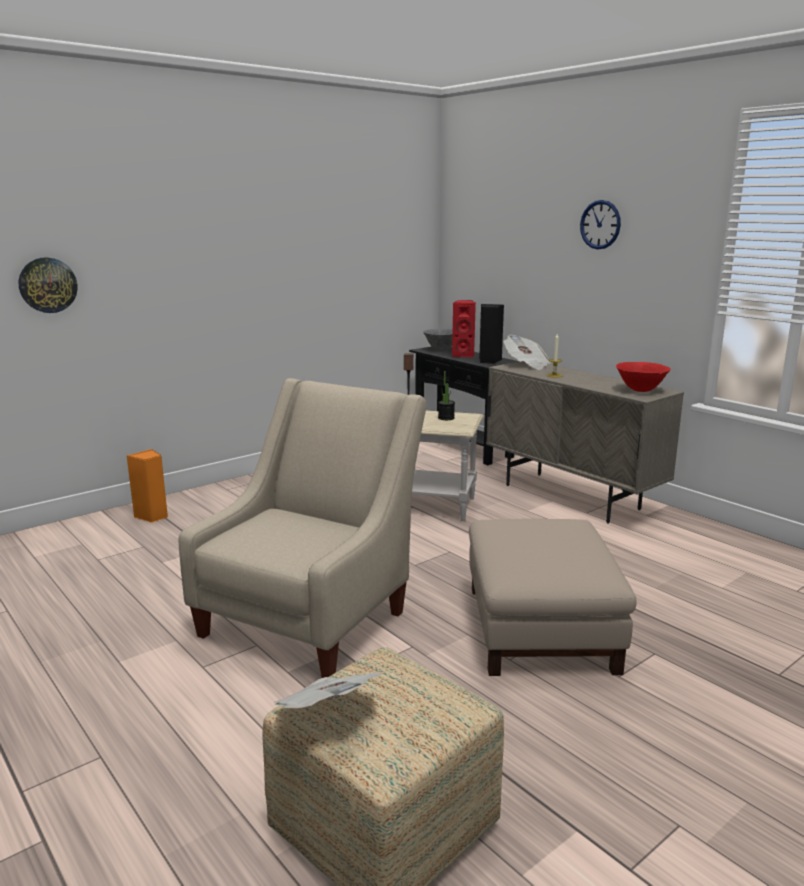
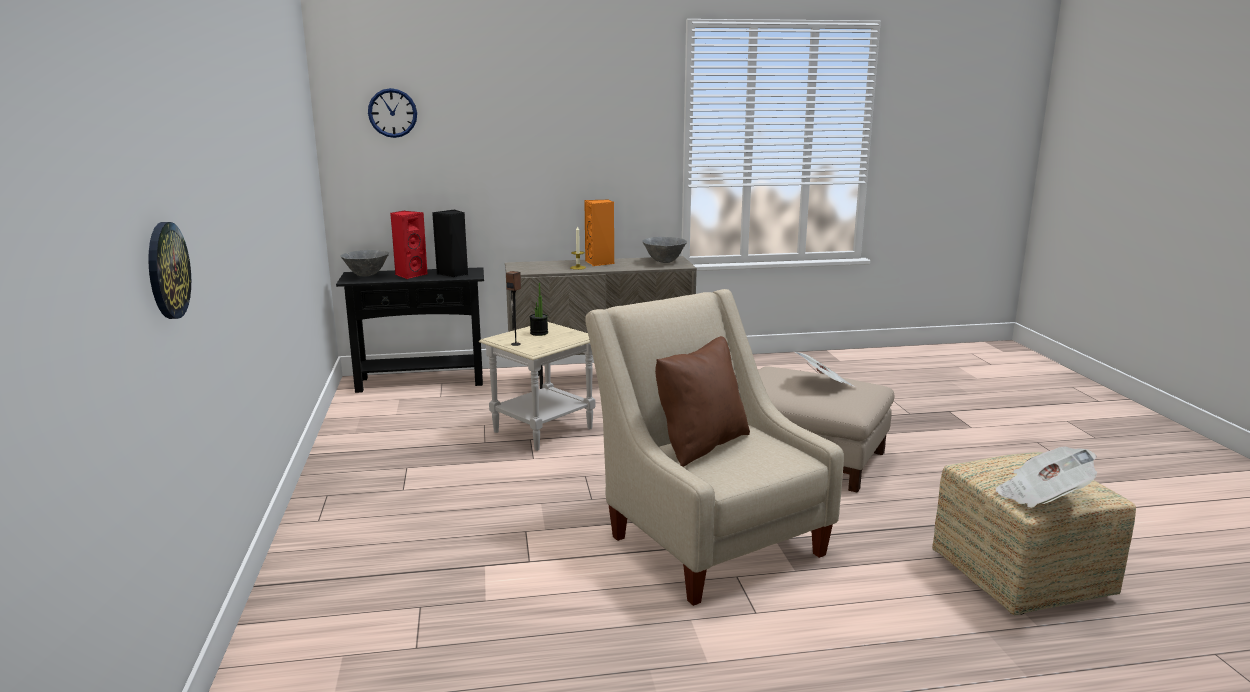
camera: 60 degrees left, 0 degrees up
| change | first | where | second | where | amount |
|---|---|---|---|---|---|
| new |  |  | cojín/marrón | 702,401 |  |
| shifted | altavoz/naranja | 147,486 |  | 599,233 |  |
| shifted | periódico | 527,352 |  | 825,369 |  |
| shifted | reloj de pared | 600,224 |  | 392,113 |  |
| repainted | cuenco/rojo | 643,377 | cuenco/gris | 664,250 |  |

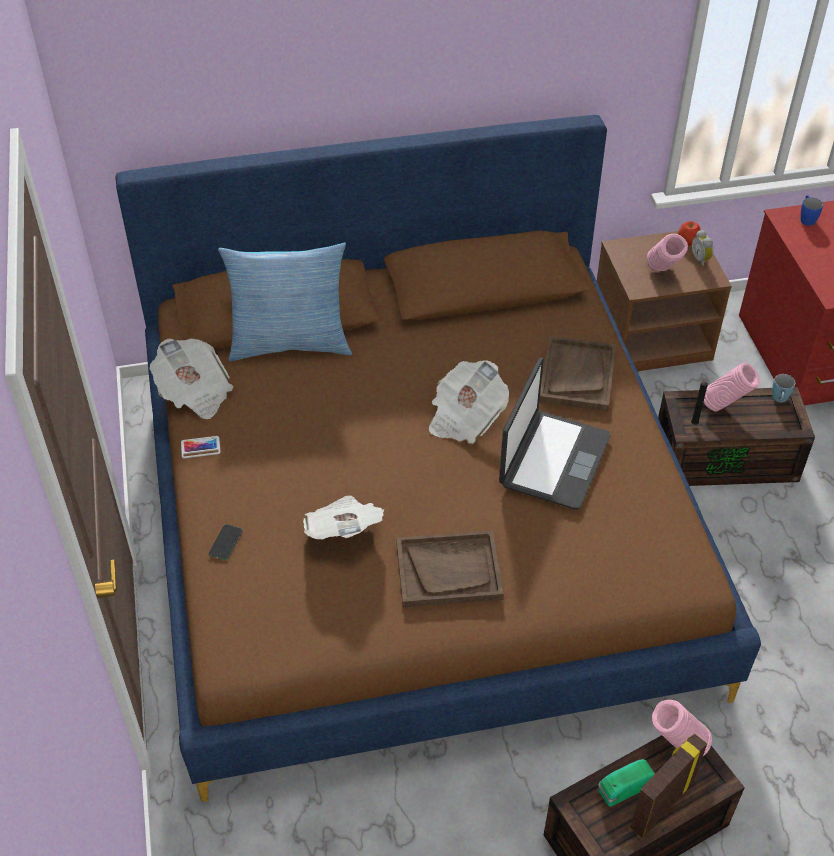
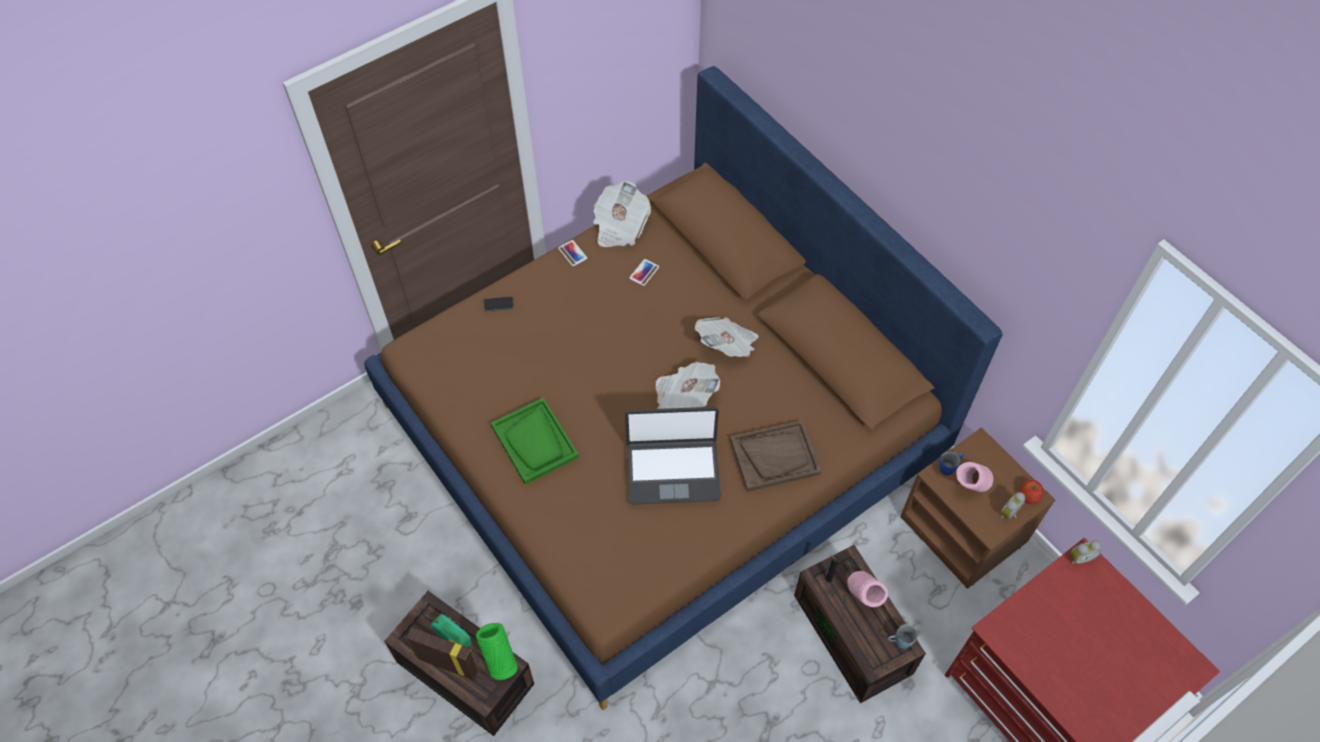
camera: 65 degrees right, 10 degrees up
| change | first | where | second | where | amount |
|---|---|---|---|---|---|
| gone | cojín | 285,302 |  |  |  |
| new |  |  | móvil | 644,272 |  |
| new |  |  | despertador | 1086,552 |  |
| shifted | periódico | 343,517 |  | 727,337 |  |
| shifted | taza grande/azul | 812,210 |  | 951,463 |  |
| repainted | bandeja/marrón | 450,569 | bandeja/verde | 535,441 |  |
| repainted | florero/rosa | 682,728 | florero/verde | 497,651 |  |

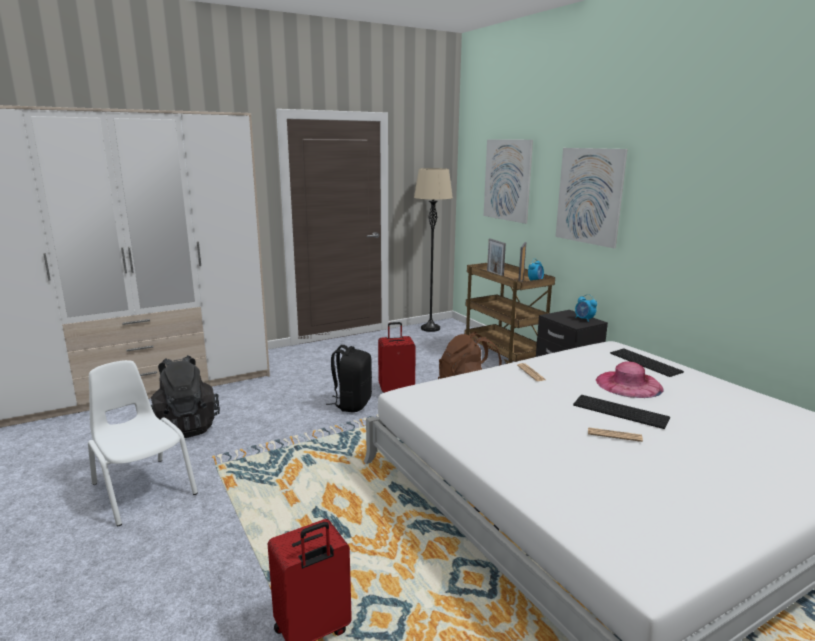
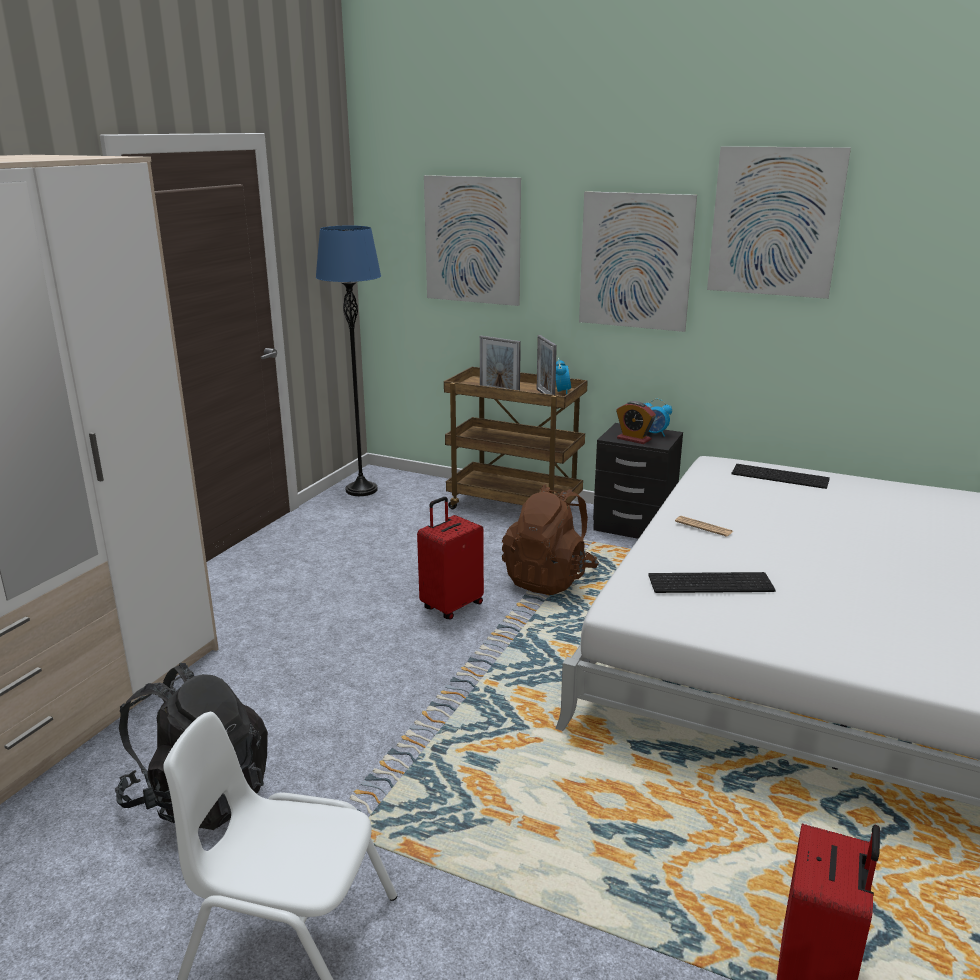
camera: 35 degrees left, 5 degrees up
| change | first | where | second | where | amount |
|---|---|---|---|---|---|
| gone | mochila/negro | 349,378 |  |  |  |
| gone | periódico | 615,434 |  |  |  |
| gone | sombrero/rosa | 630,379 |  |  |  |
| new |  |  | despertador | 636,422 |  |
| new |  |  | cuadro | 779,222 |  |
| shifted | teclado | 621,412 |  | 712,582 |  |
| repainted | lámpara de pie/beis | 433,250 | lámpara de pie/azul | 348,361 |  |

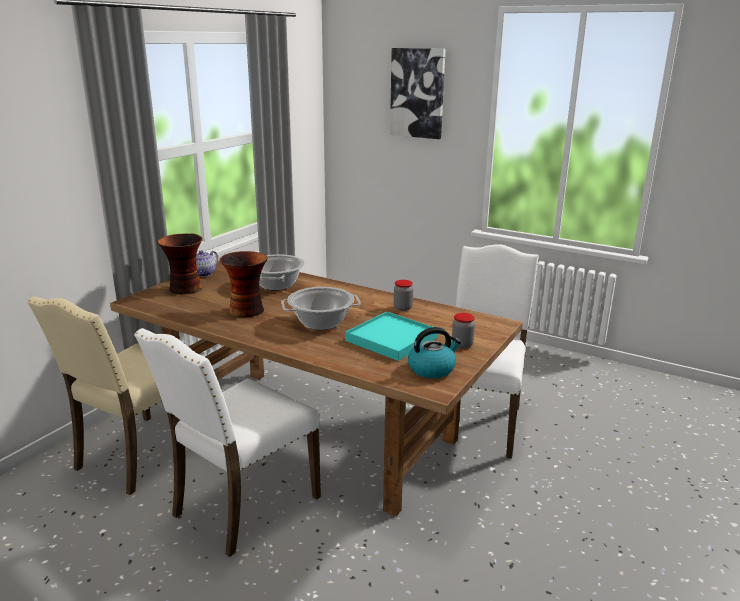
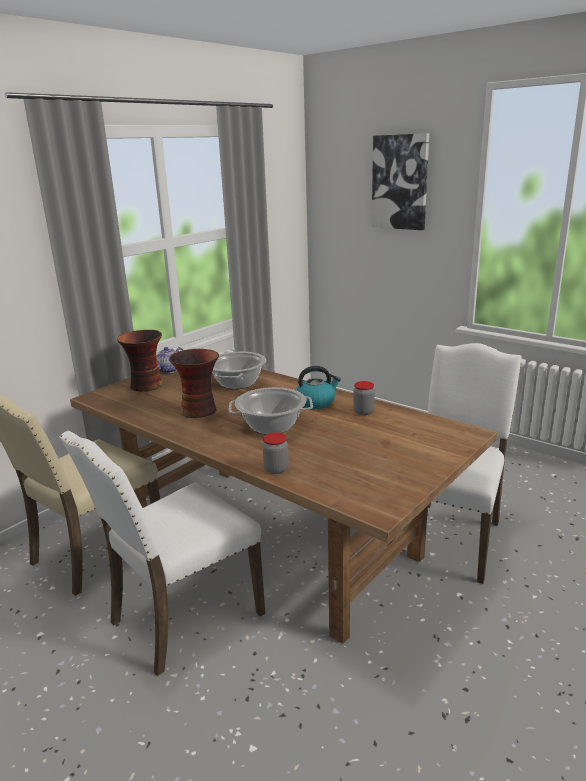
camera: 10 degrees right, 0 degrees up
| change | first | where | second | where | amount |
|---|---|---|---|---|---|
| gone | bandeja/turquesa | 391,336 |  |  |  |
| shifted | hervidor | 434,352 |  | 318,387 |  |
| shifted | tarro | 463,331 |  | 275,453 |  |

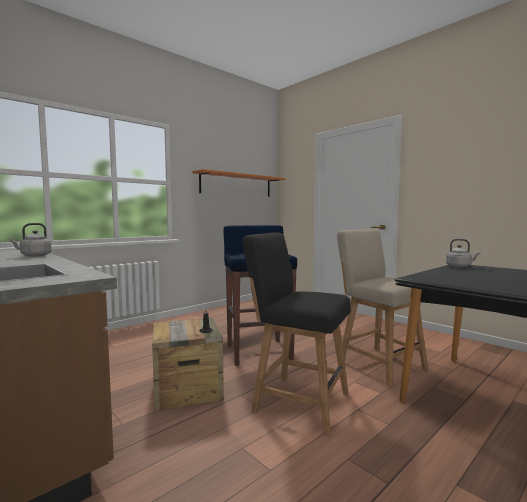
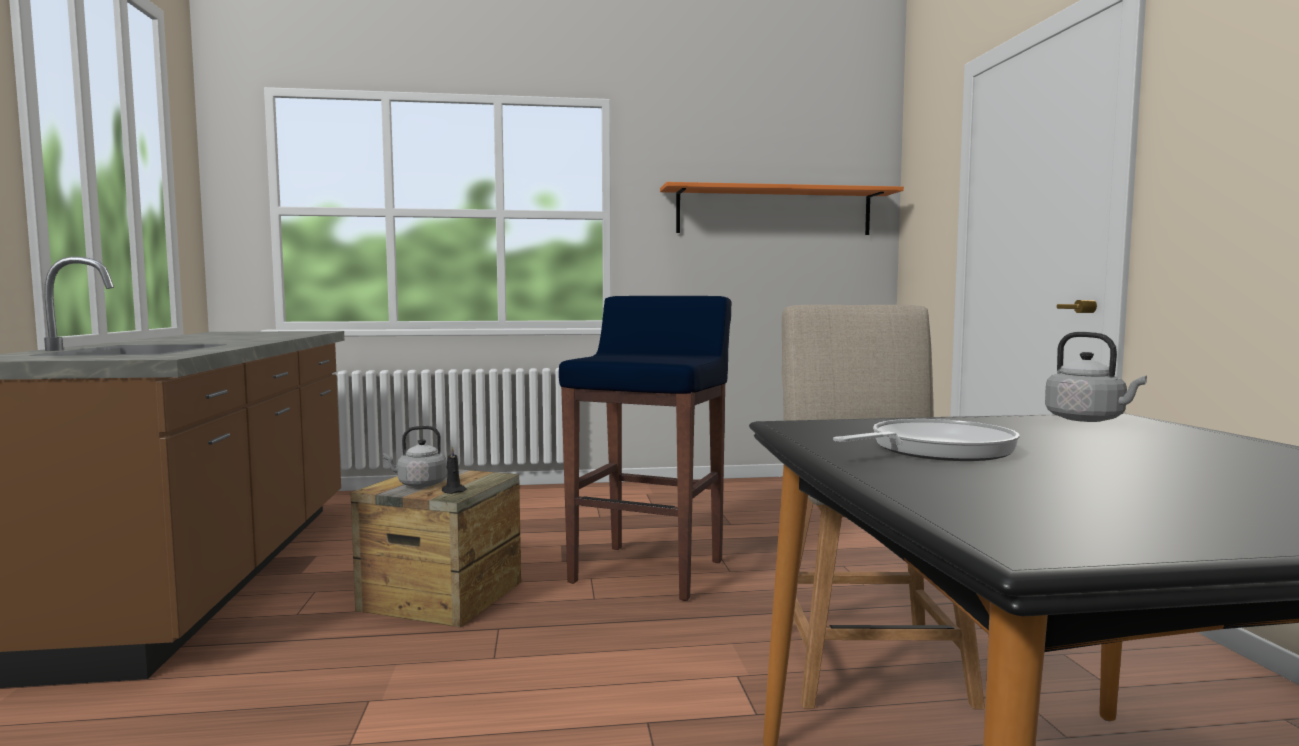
camera: 35 degrees right, 0 degrees up
| change | first | where | second | where | amount |
|---|---|---|---|---|---|
| gone | silla/negro | 297,333 |  |  |  |
| new |  |  | sartén | 926,440 |  |
| shifted | hervidor/gris | 30,240 |  | 415,456 |  |

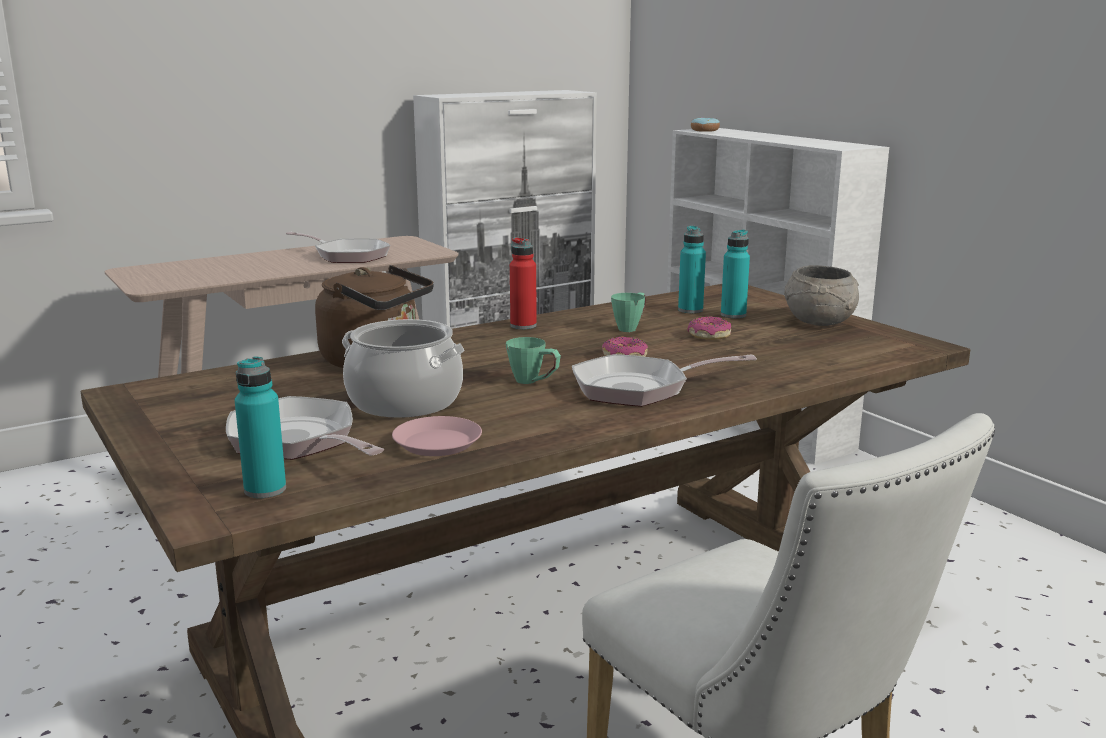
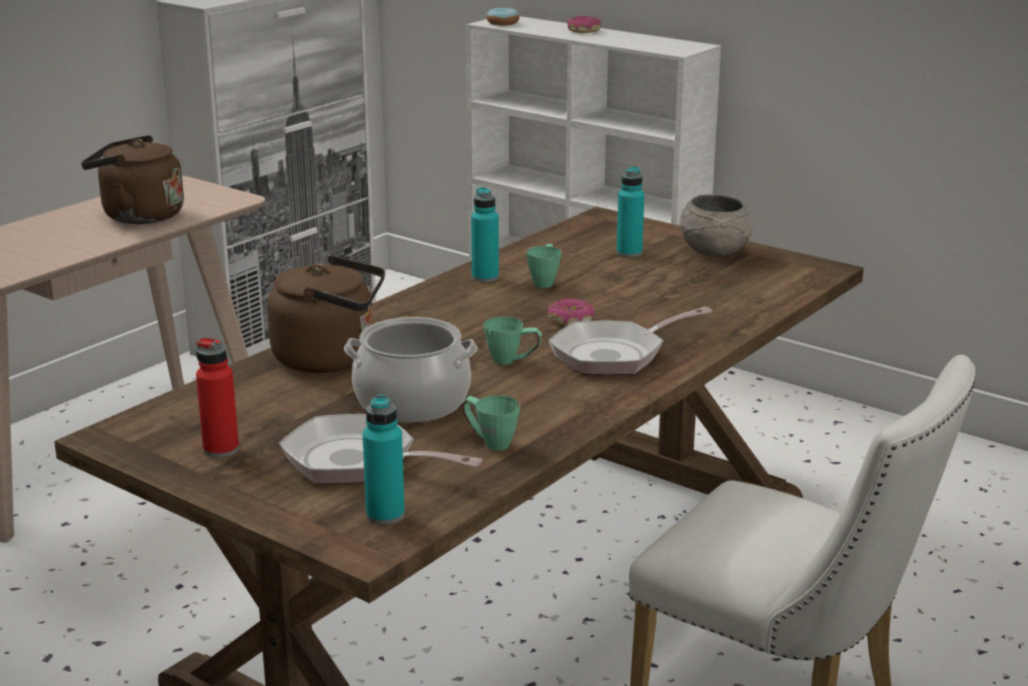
camera: 20 degrees left, 5 degrees up
| change | first | where | second | where | amount |
|---|---|---|---|---|---|
| shifted | botella/rojo | 523,283 |  | 217,397 |  |
| shifted | botella/turquesa | 692,269 |  | 485,234 |  |
| shifted | rosquilla | 709,328 |  | 584,24 |  |
| swapped | sartén | 338,247 | hervidor/marrón | 132,179 |  |
| swapped | plato/rosa | 437,436 | taza grande/verde | 491,423 |  |

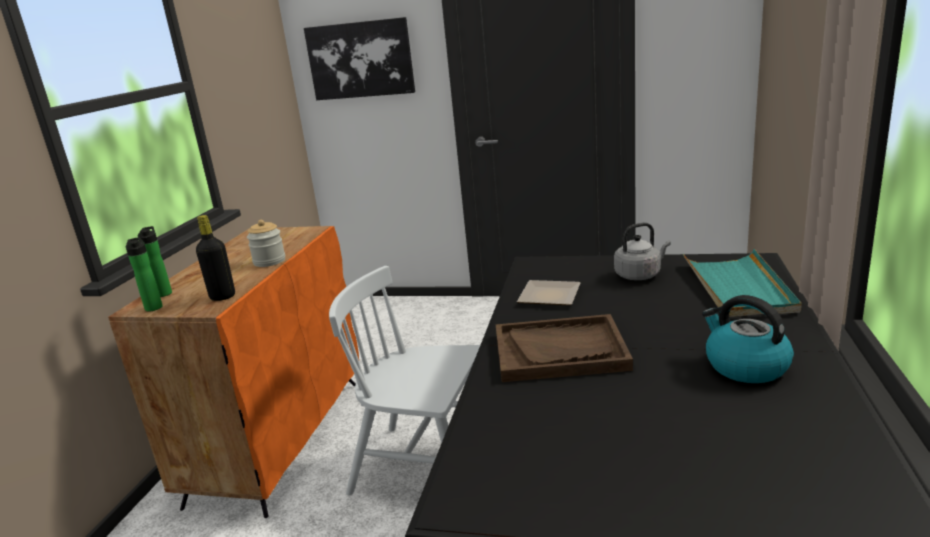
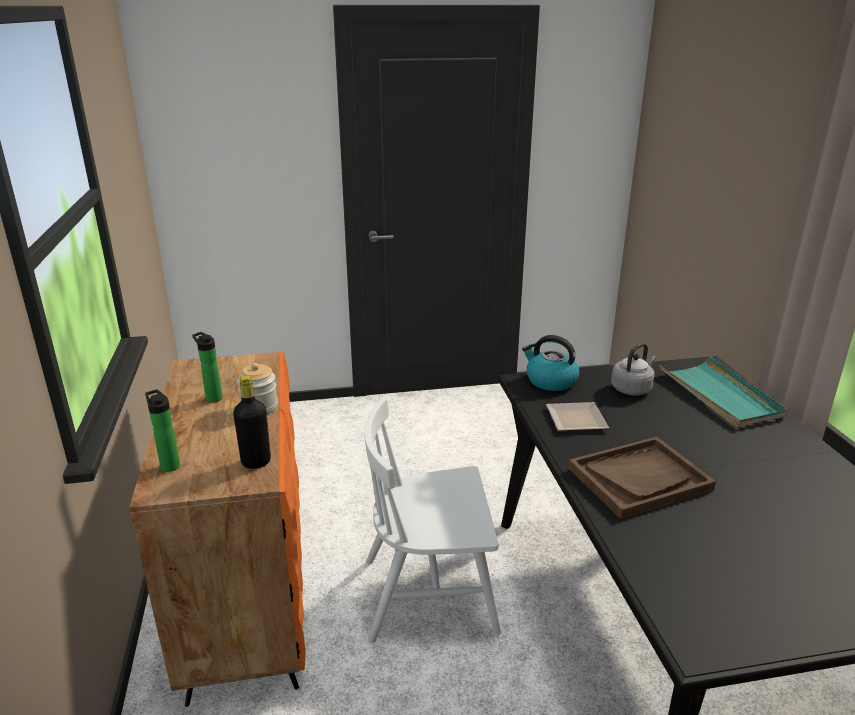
camera: 25 degrees left, 5 degrees up
| change | first | where | second | where | amount |
|---|---|---|---|---|---|
| gone | cuadro | 359,58 |  |  |  |
| shifted | botella | 144,274 |  | 207,367 |  |
| shifted | hervidor | 748,339 |  | 550,363 |  |

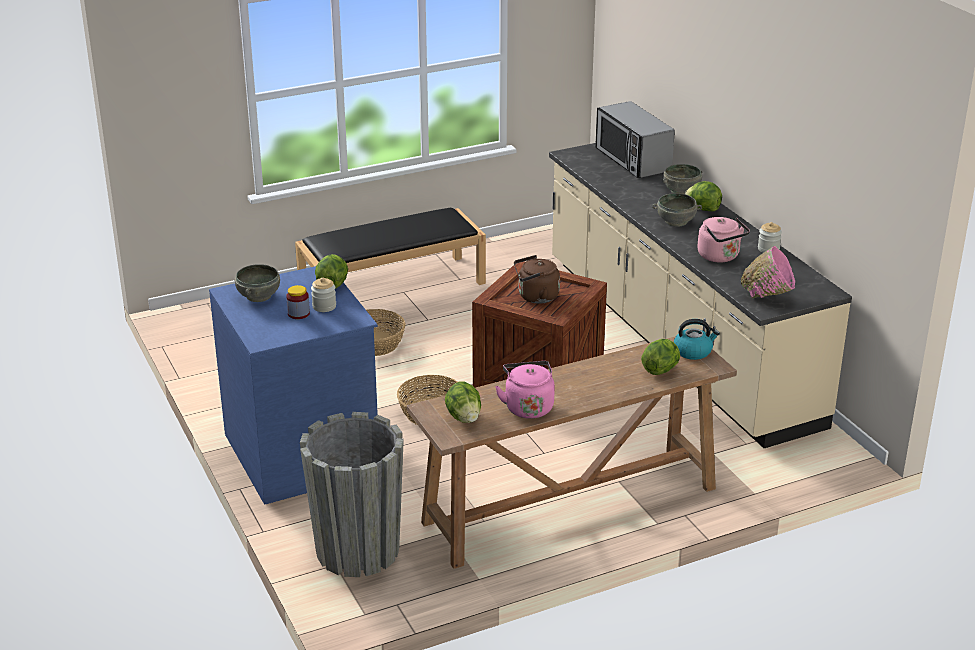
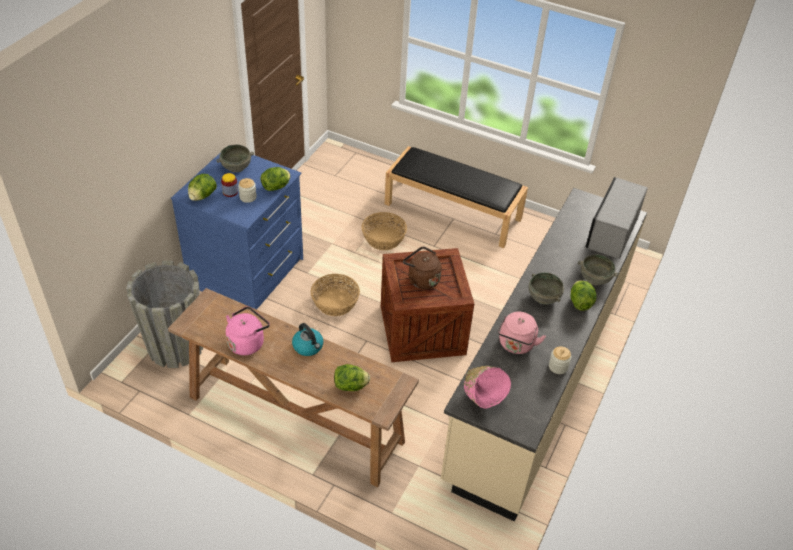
camera: 50 degrees right, 15 degrees up
| change | first | where | second | where | amount |
|---|---|---|---|---|---|
| shifted | lechuga | 463,402 |  | 202,187 |  |
| shifted | hervidor | 697,339 |  | 307,339 |  |

